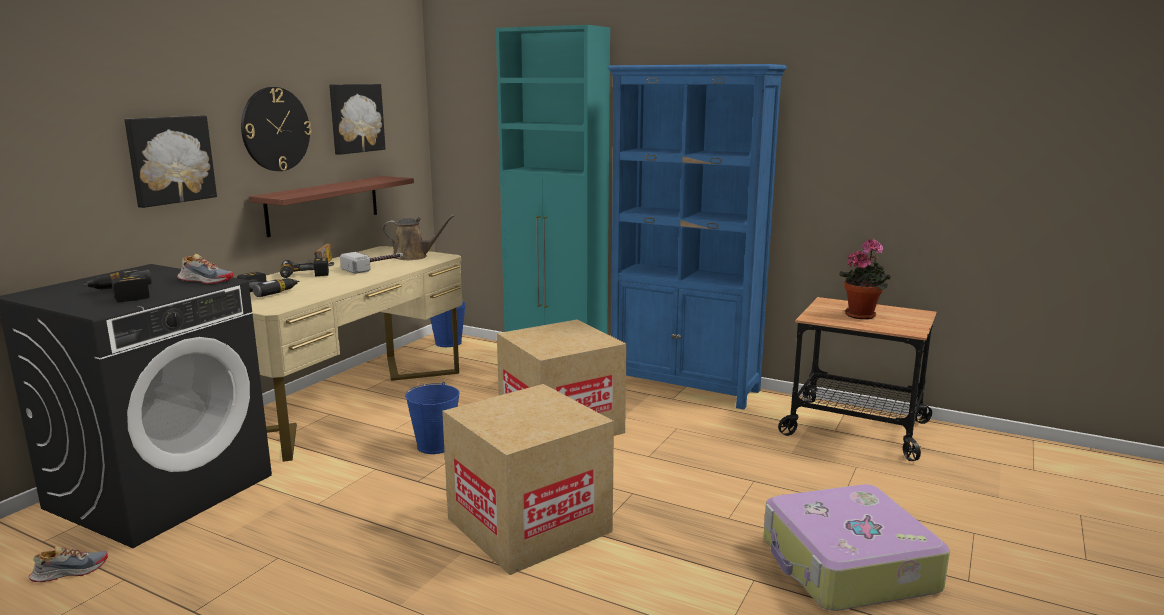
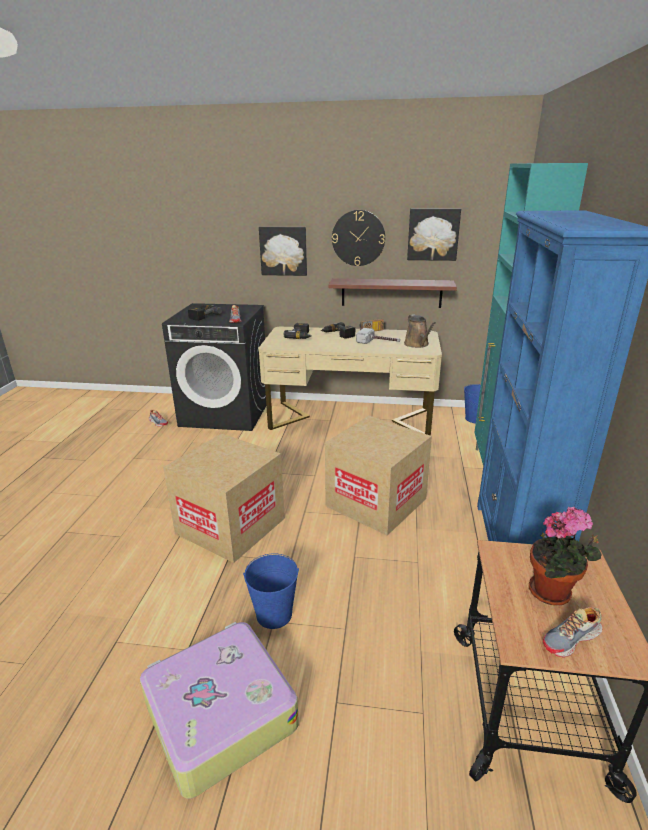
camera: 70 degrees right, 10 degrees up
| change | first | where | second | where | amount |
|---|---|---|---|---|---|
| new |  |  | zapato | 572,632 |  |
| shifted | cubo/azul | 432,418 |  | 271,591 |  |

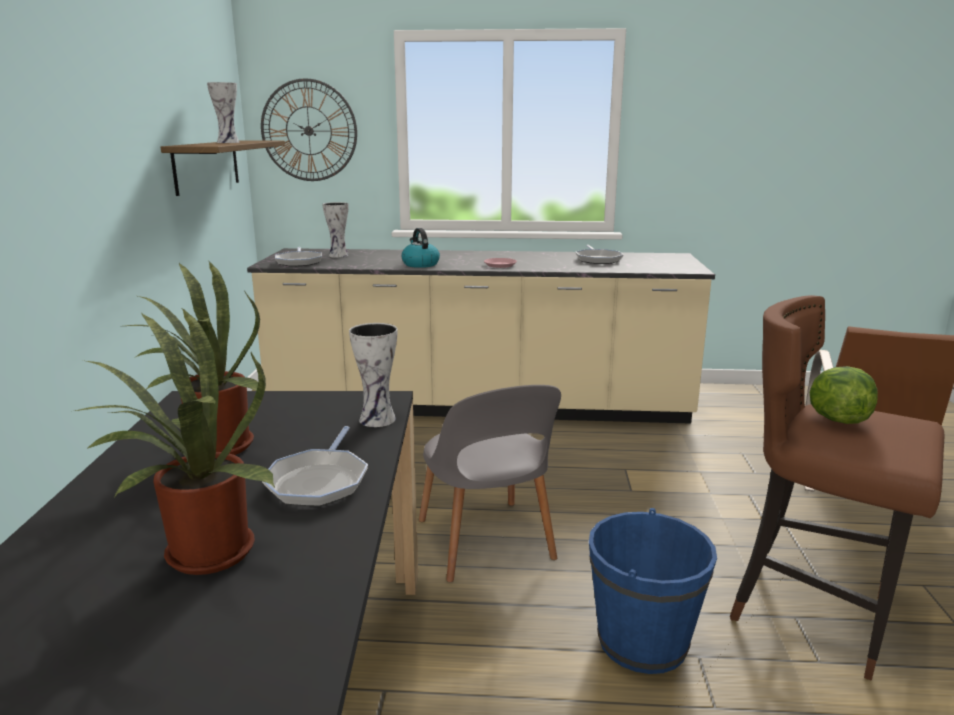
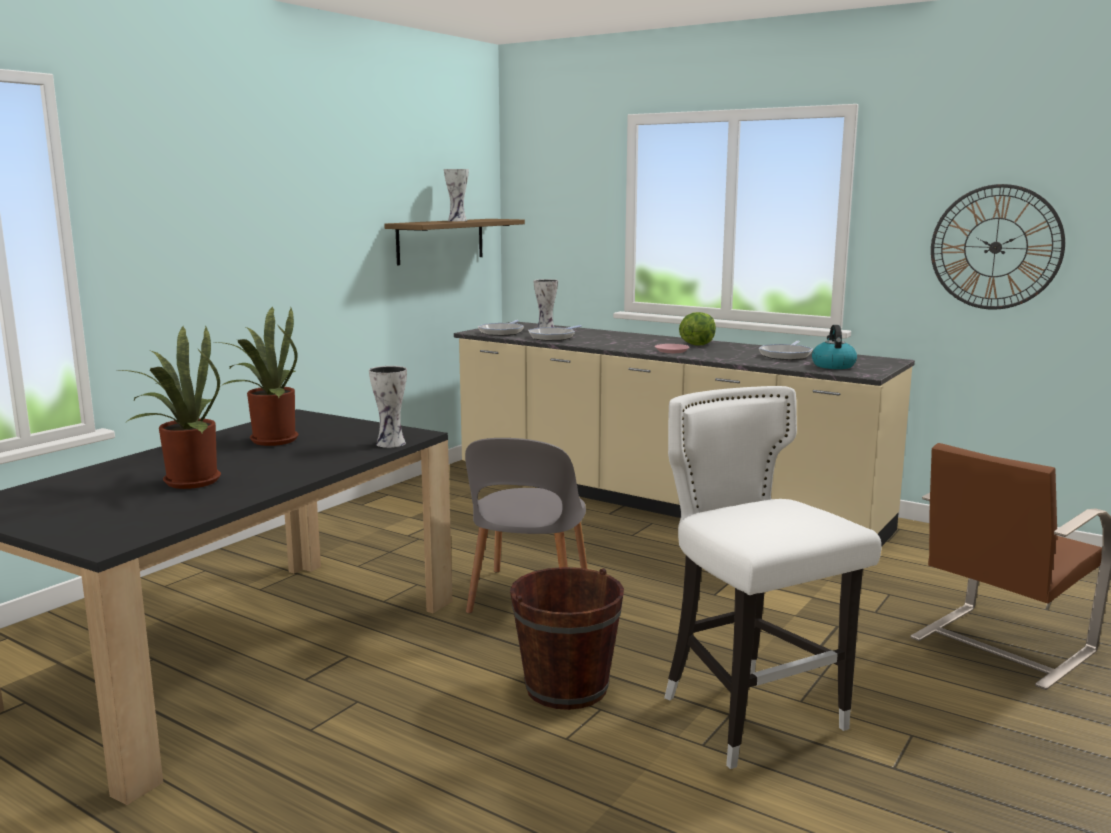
camera: 30 degrees right, 5 degrees down
| change | first | where | second | where | amount |
|---|---|---|---|---|---|
| shifted | reloj de pared | 309,129 |  | 998,247 |  |
| shifted | sartén | 315,466 |  | 554,333 |  |
| shifted | hervidor | 420,248 |  | 834,347 |  |
| shifted | lechuga | 844,395 |  | 697,329 |  |
| repainted | cubo/azul | 653,591 | cubo/marrón | 567,638 |  |
| repainted | taburete/marrón | 837,488 | taburete/blanco | 772,577 |  |

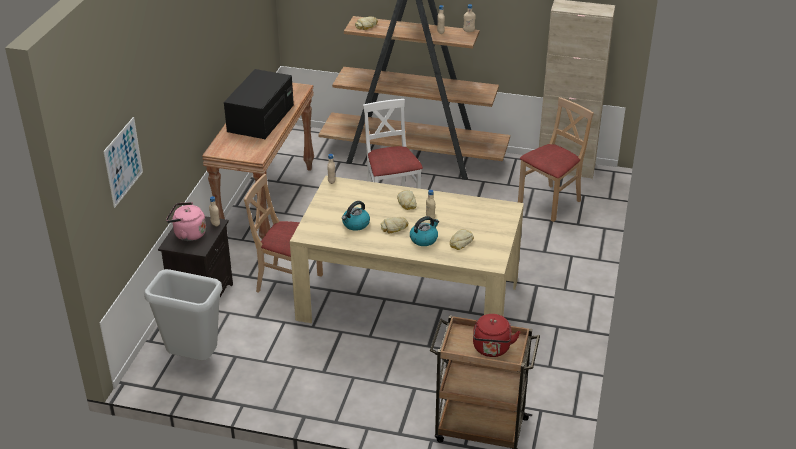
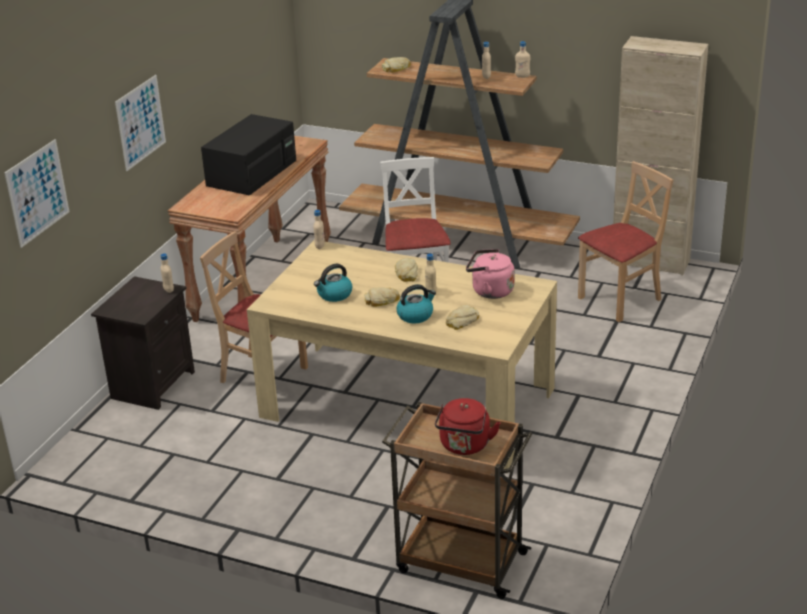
camera: 10 degrees right, 5 degrees down
| change | first | where | second | where | amount |
|---|---|---|---|---|---|
| gone | papelera/gris | 183,314 |  |  |  |
| new |  |  | cuadro | 140,123 |  |
| shifted | hervidor/rosa | 186,221 |  | 490,274 |  |

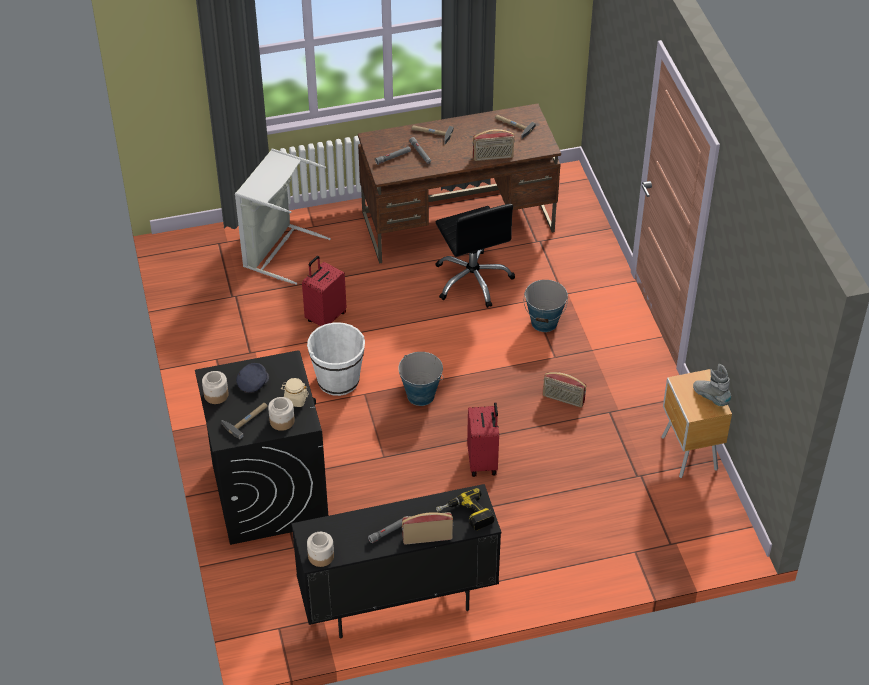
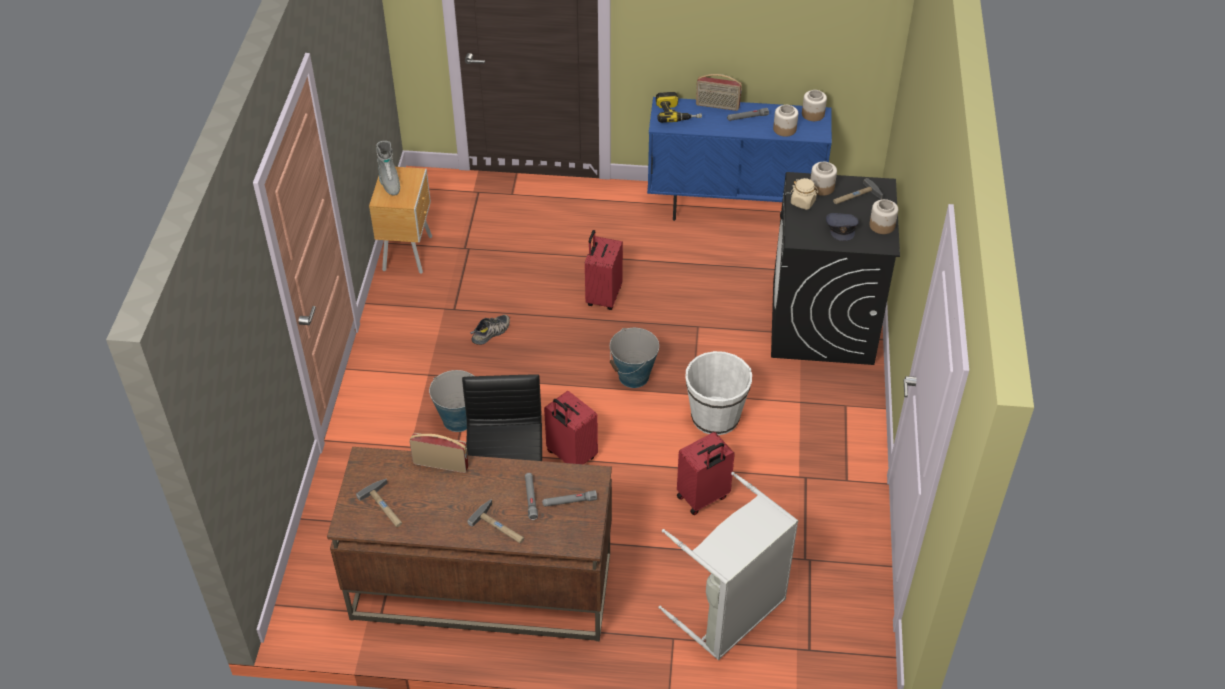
camera: 160 degrees left, 0 degrees up
| change | first | where | second | where | amount |
|---|---|---|---|---|---|
| new |  |  | maleta/rojo | 571,427 |  |
| new |  |  | tarro | 785,121 |  |
| swapped | radio | 564,389 | zapato | 490,330 |  |
| repainted | armario/negro | 396,561 | armario/azul | 739,159 |  |
| rotated | gorra/gris | 252,378 |  | 842,227 | 60 degrees counterclockwise |

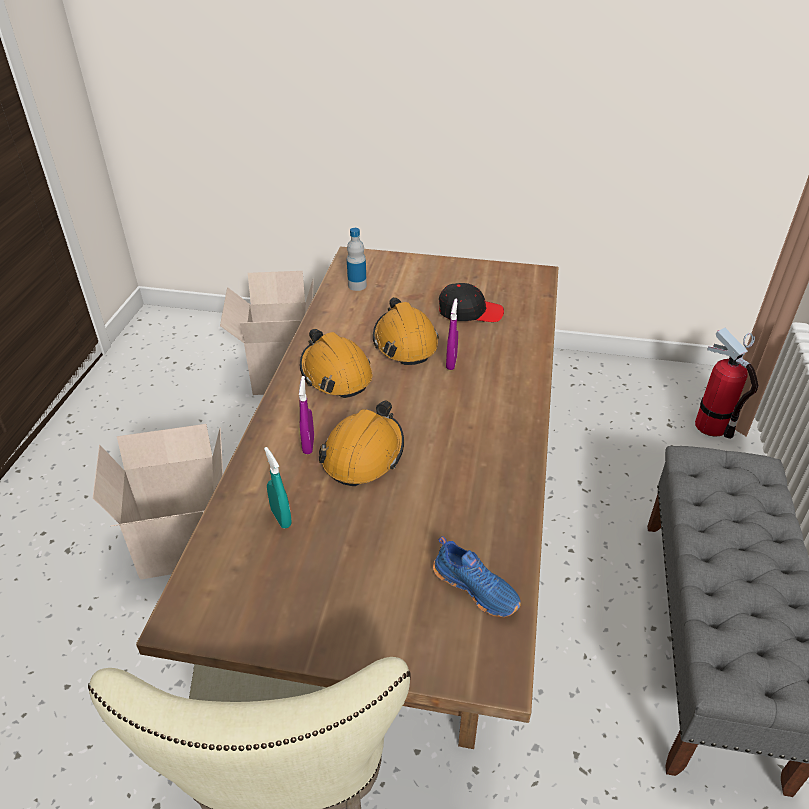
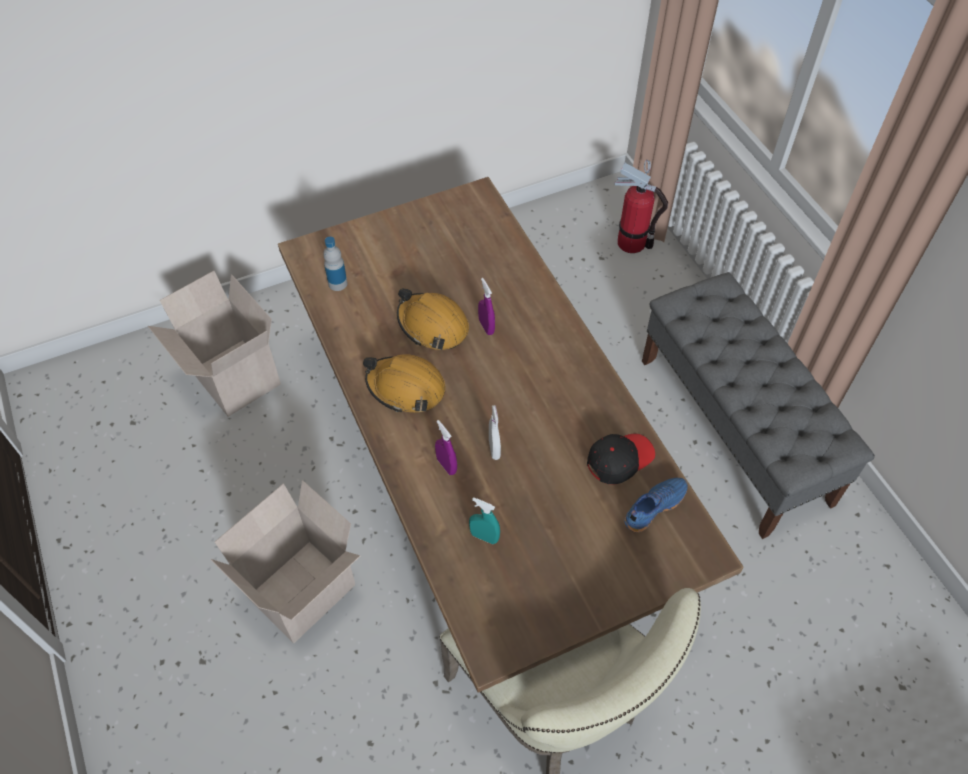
camera: 35 degrees left, 15 degrees up
| change | first | where | second | where | amount |
|---|---|---|---|---|---|
| shifted | gorra/negro | 471,302 |  | 621,459 |  |
| swapped | casco/naranja | 361,443 | pulverizador/blanco | 495,432 |  |
| rotated | zapato/azul | 477,576 |  | 656,505 | 45 degrees counterclockwise |

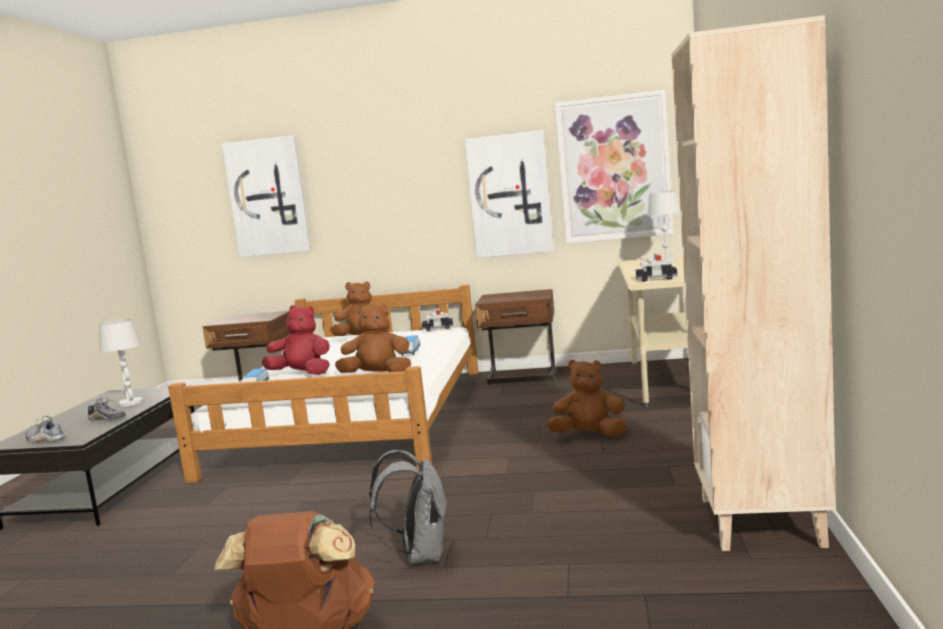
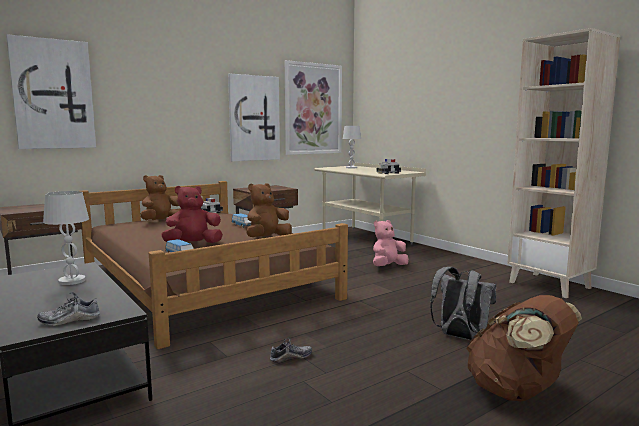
camera: 45 degrees left, 0 degrees up
| change | first | where | second | where | amount |
|---|---|---|---|---|---|
| shifted | zapato | 107,409 |  | 291,350 |  |
| repainted | cama/blanco | 323,384 | cama/marrón | 214,265 |  |
| repainted | peluche/marrón | 586,398 | peluche/rosa | 391,243 |  |

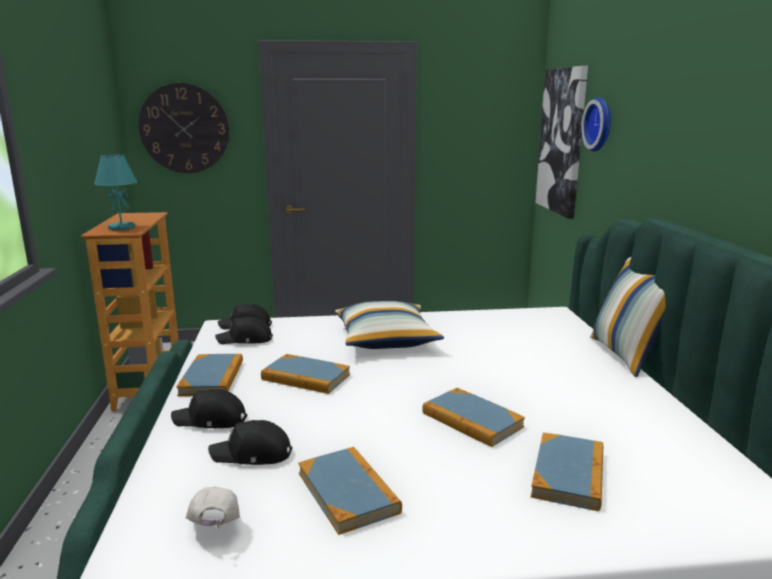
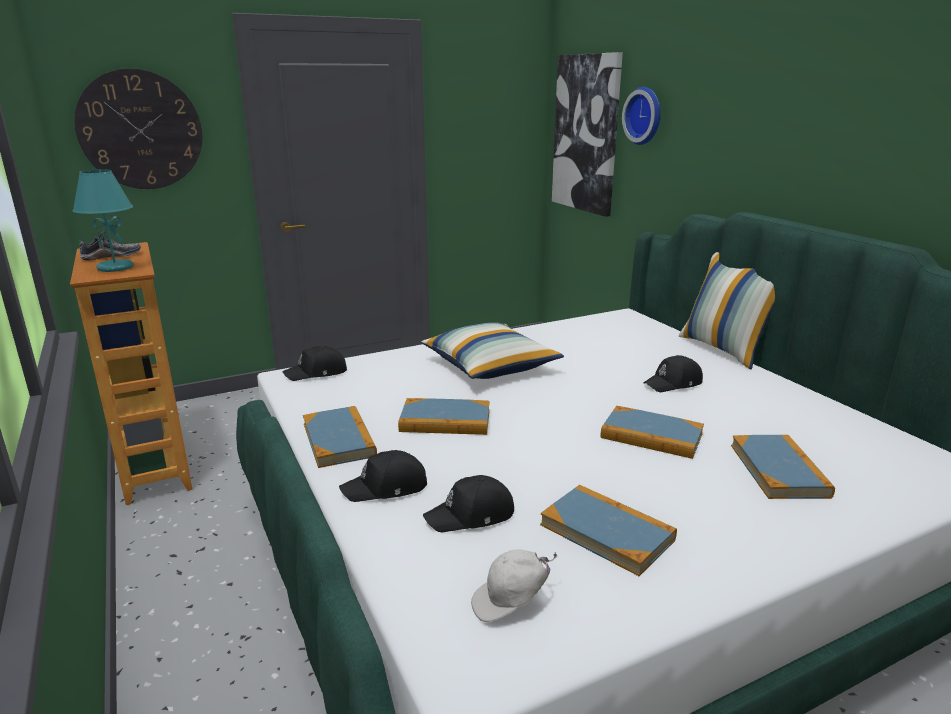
camera: 20 degrees left, 5 degrees up
| change | first | where | second | where | amount |
|---|---|---|---|---|---|
| new |  |  | zapato | 110,245 |  |
| shifted | gorra/negro | 244,330 |  | 673,373 |  |
| rotated | gorra/blanco | 213,508 |  | 514,585 | 75 degrees counterclockwise |

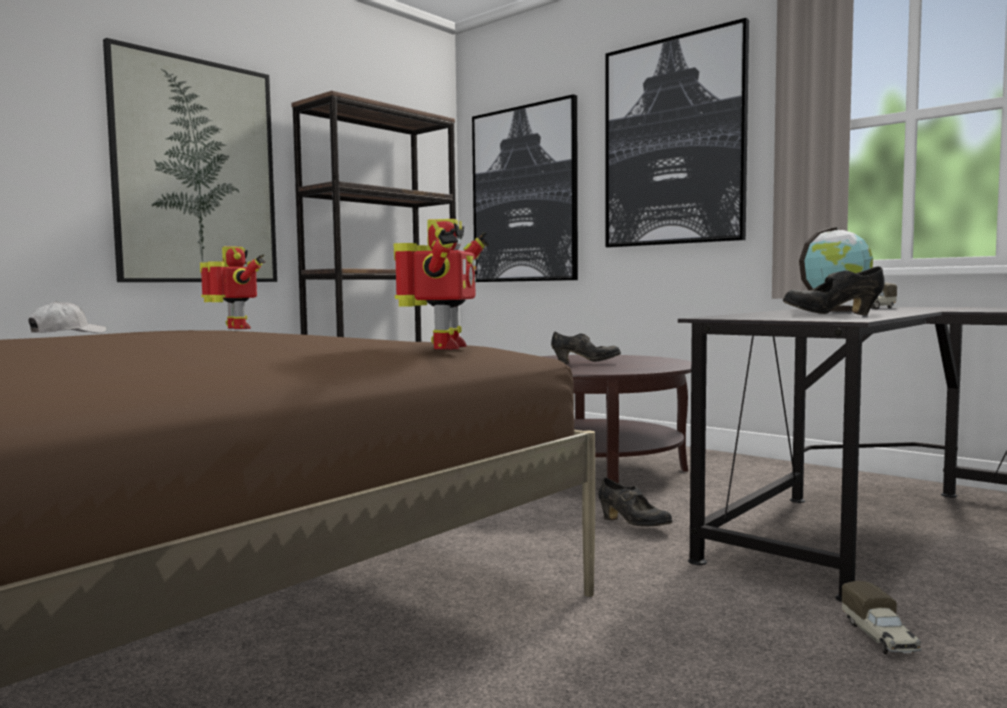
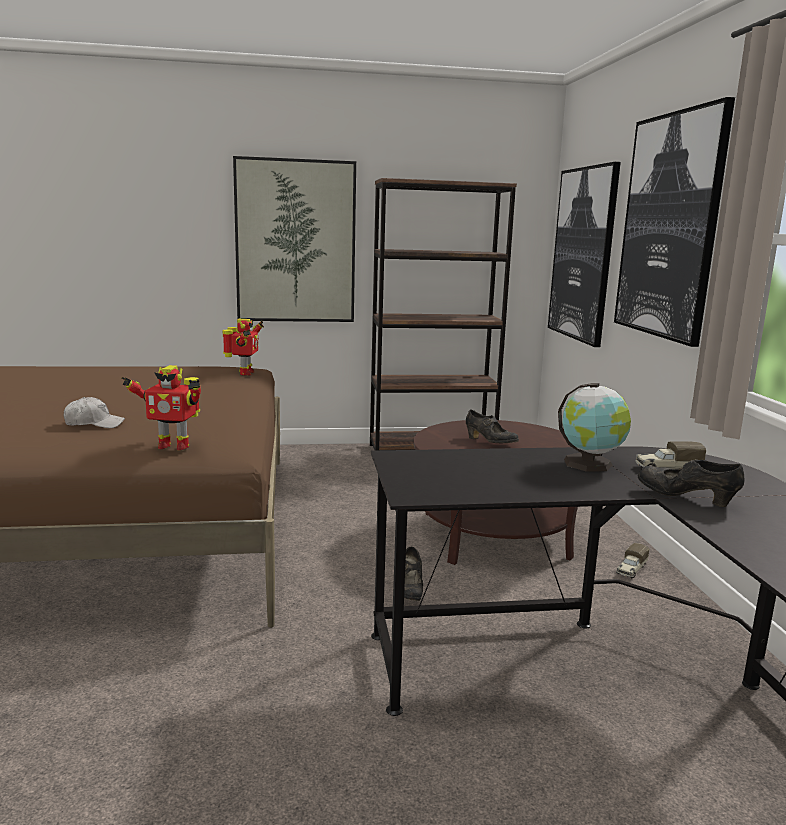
camera: 40 degrees right, 10 degrees up
| change | first | where | second | where | amount |
|---|---|---|---|---|---|
| shifted | gorra/blanco | 67,317 |  | 94,412 |  |
| shifted | zapato/negro | 833,290 |  | 691,483 |  |
| shifted | camión de juguete | 882,617 |  | 633,560 |  |
| rotated | robot de juguete | 441,284 |  | 161,407 | 45 degrees clockwise |

